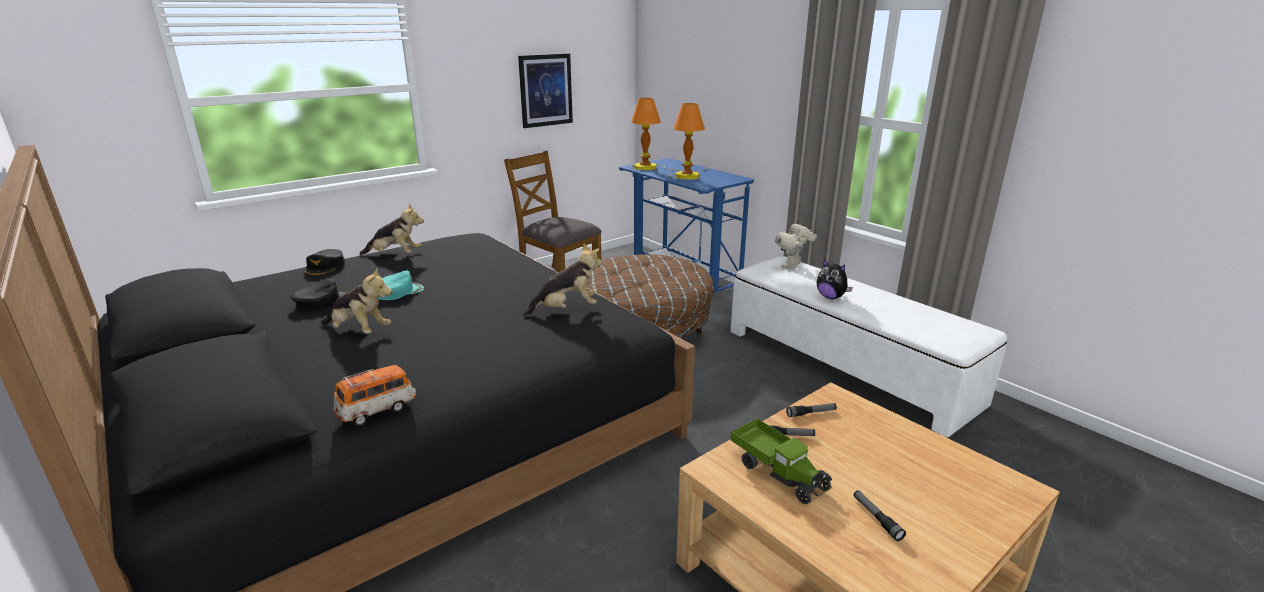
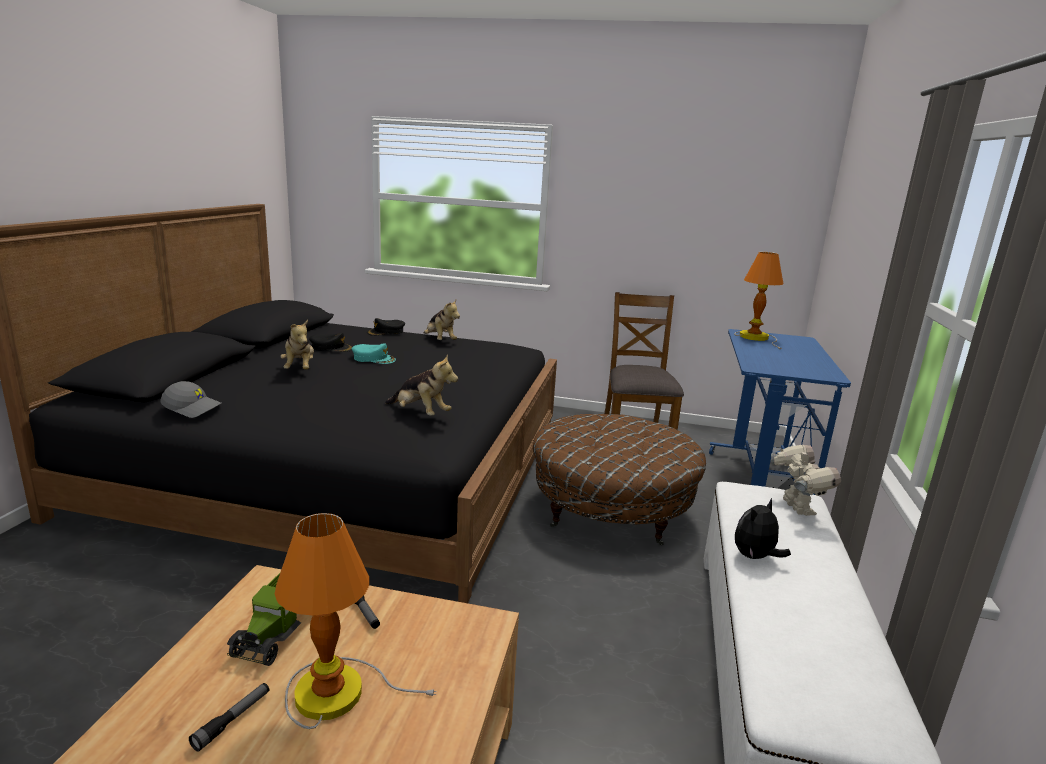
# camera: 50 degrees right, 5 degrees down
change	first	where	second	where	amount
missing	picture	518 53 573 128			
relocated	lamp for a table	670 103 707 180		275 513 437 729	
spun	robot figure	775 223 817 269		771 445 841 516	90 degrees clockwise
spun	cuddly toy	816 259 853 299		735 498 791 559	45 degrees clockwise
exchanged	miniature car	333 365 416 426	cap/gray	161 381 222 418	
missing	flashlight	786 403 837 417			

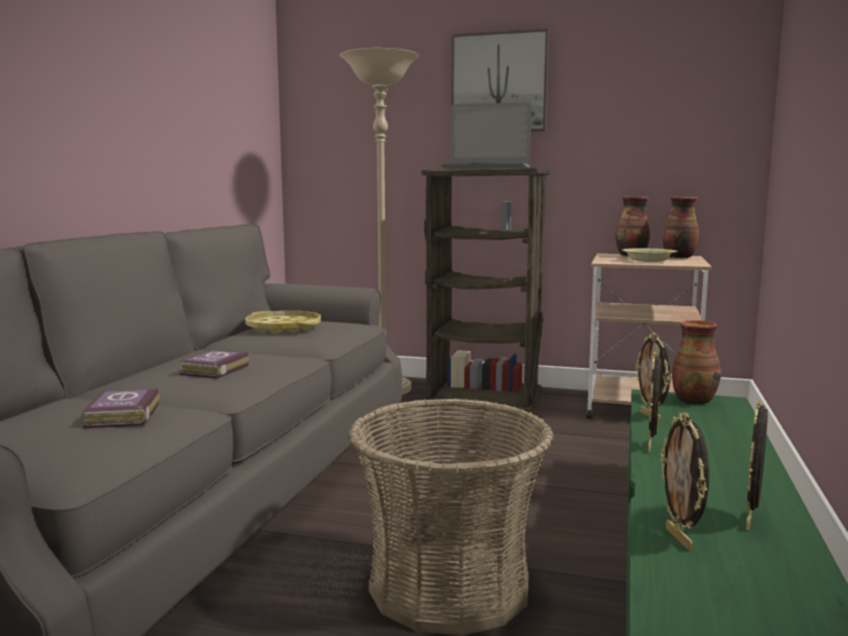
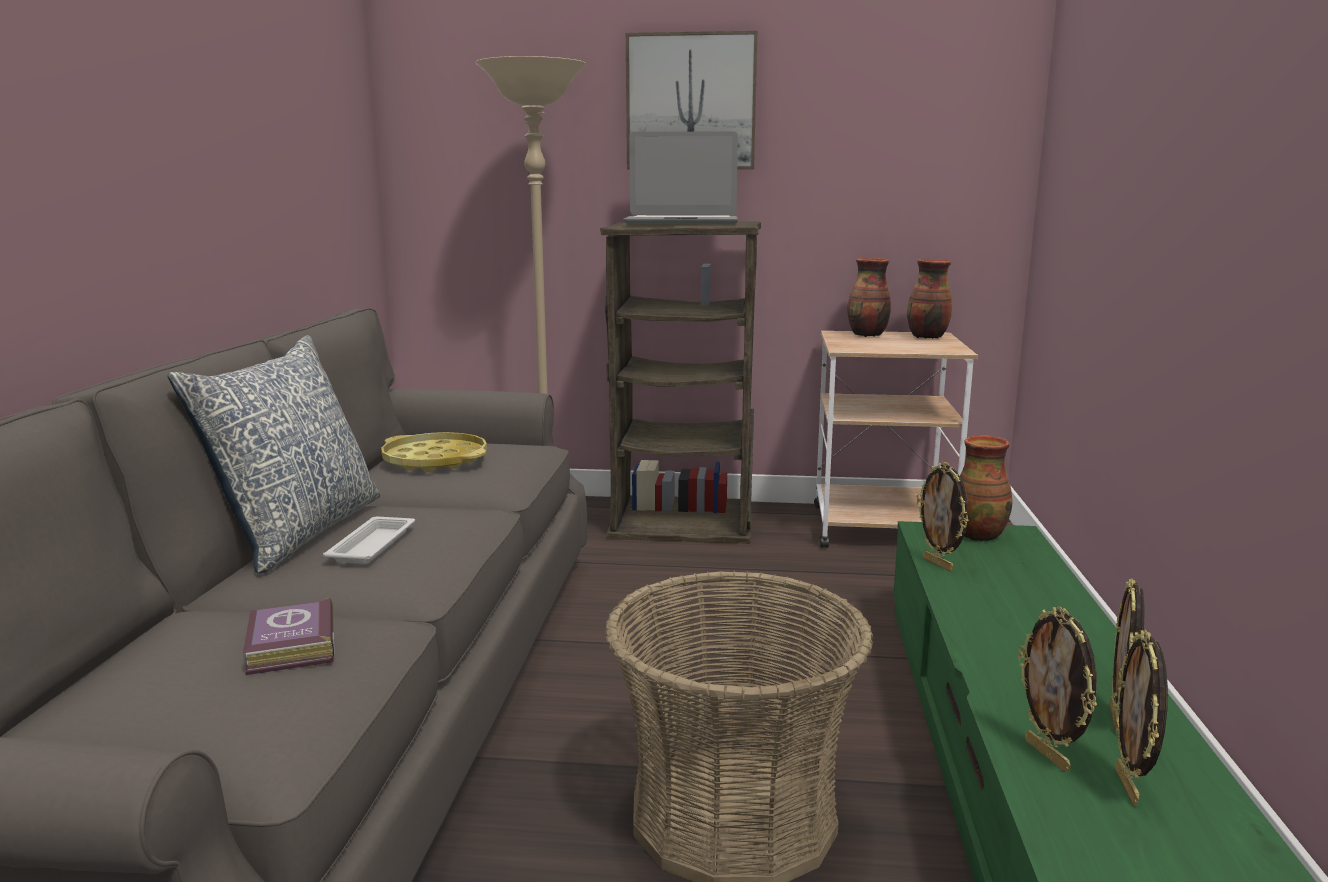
# camera: 10 degrees left, 5 degrees up
change	first	where	second	where	amount
missing	serving bowl/yellowish	621 248 677 262			
exchanged	bound book	180 350 249 379	serving tray/whitish	323 517 415 564	
relocated	picture frame	648 352 661 453		1115 630 1168 805	
appeared			throw pillow	167 335 380 574	

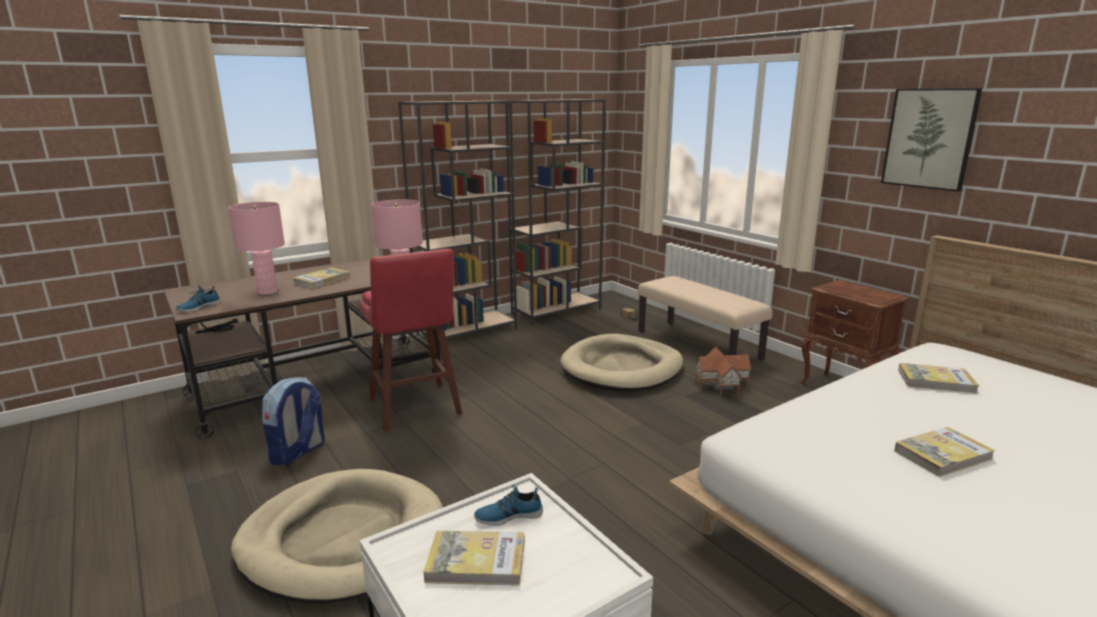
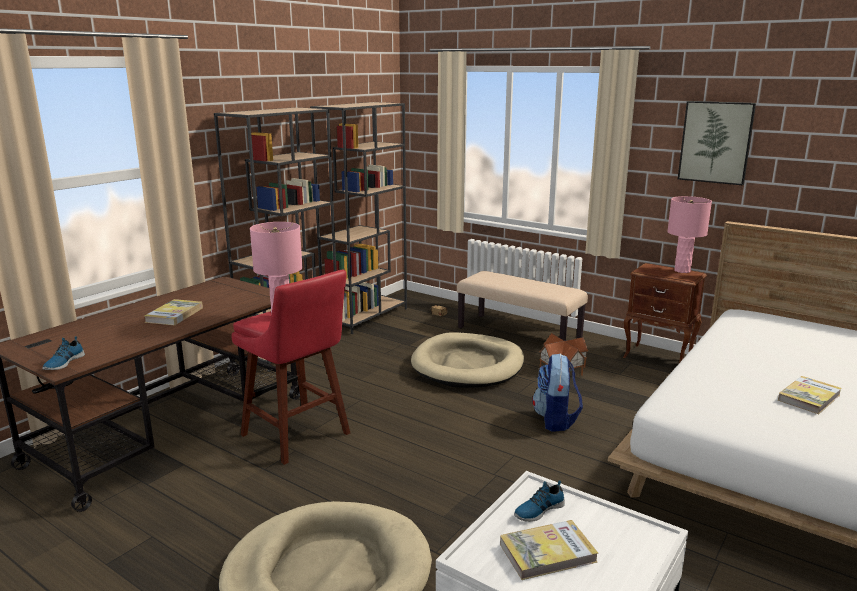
# camera: 20 degrees left, 0 degrees up
change	first	where	second	where	amount
relocated	lamp for a table/pinkish	228 202 285 295		667 196 712 273	
missing	bound book	898 363 979 394			
relocated	knapsack	262 377 325 466		532 354 583 432	

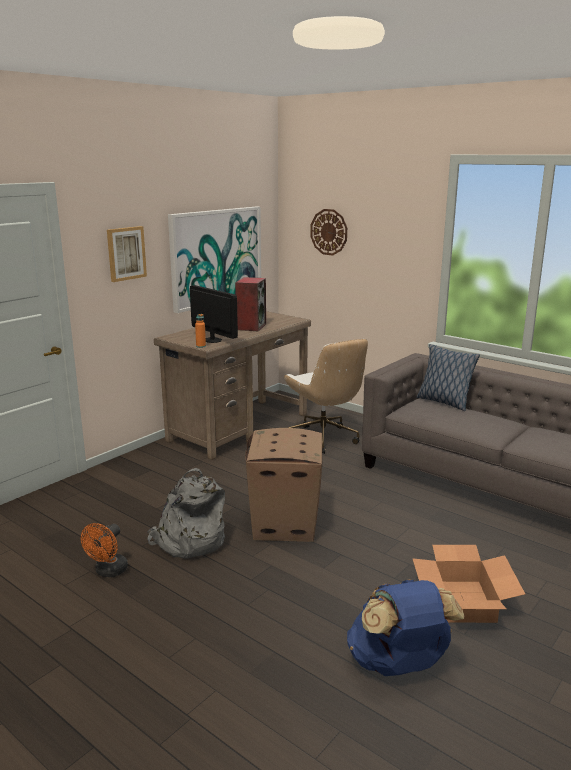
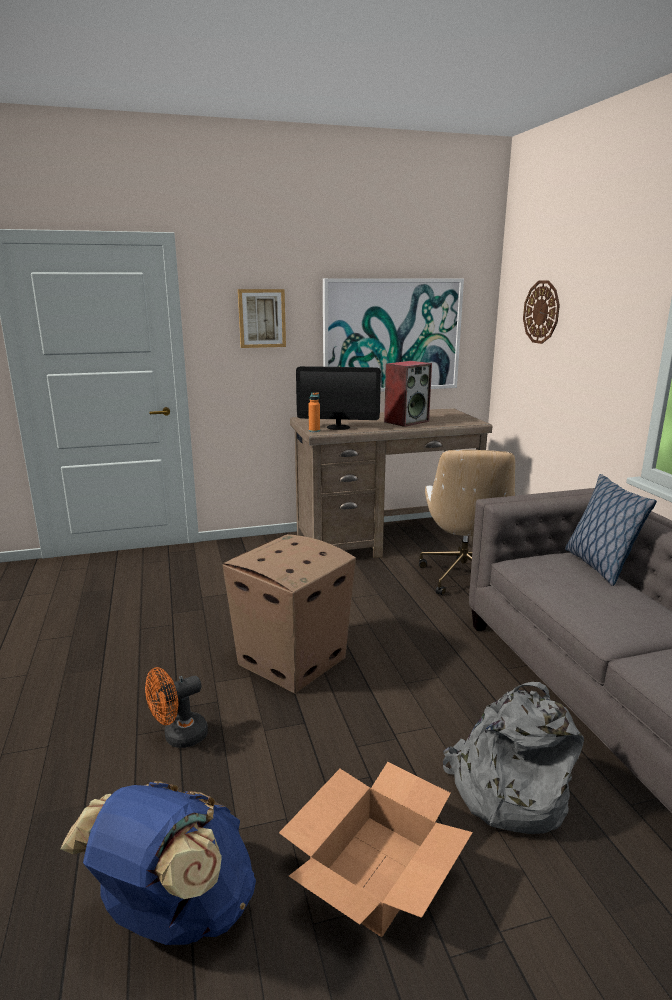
# camera: 35 degrees right, 0 degrees up
change	first	where	second	where	amount
spun	computer display	190 285 238 343		296 366 381 430	105 degrees clockwise
relocated	knapsack/gray	147 468 225 559		443 682 584 834	
relocated	fan/orange-coloured	81 523 128 577		145 667 208 748	

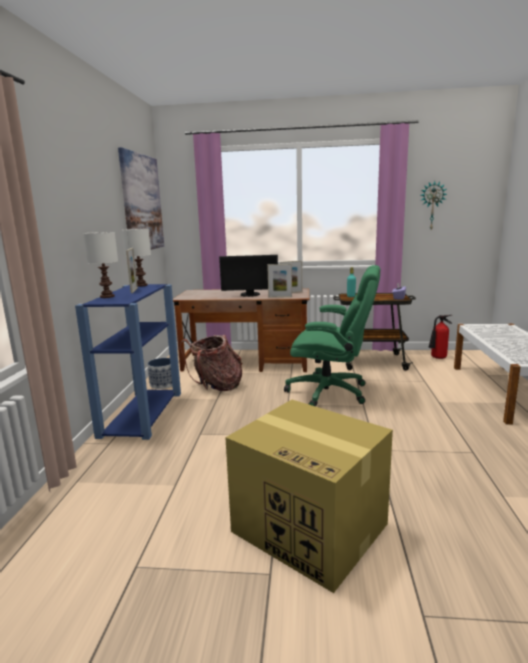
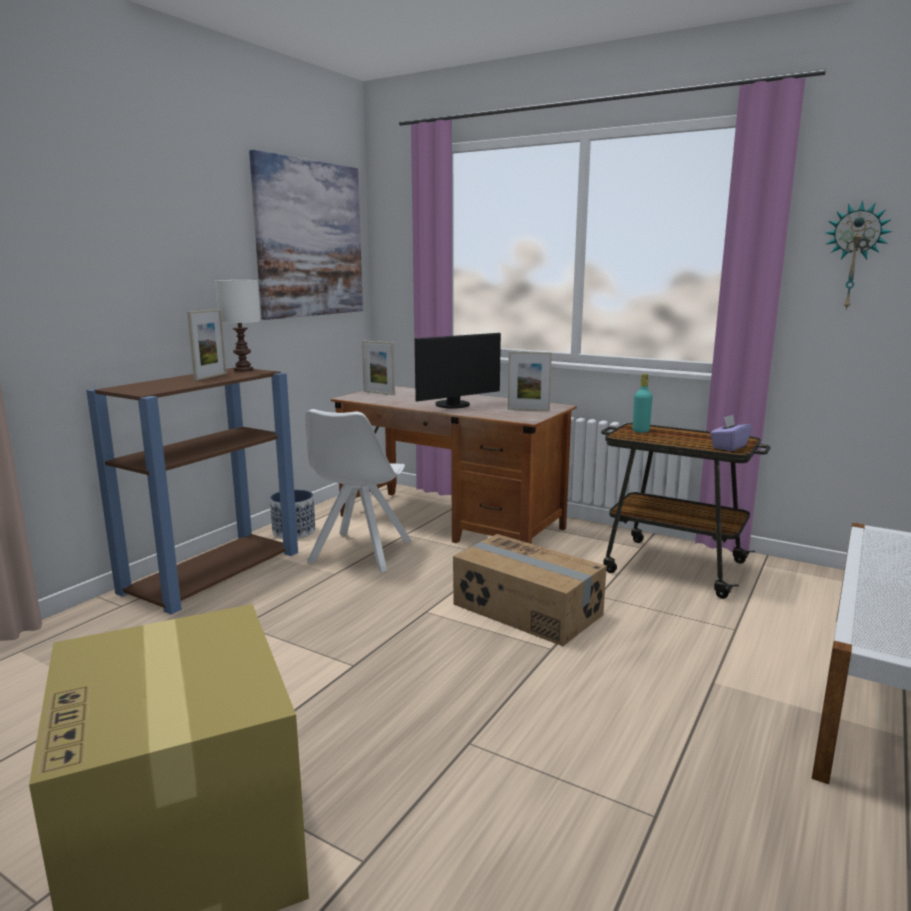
# camera: 25 degrees right, 0 degrees up
change	first	where	second	where	amount
missing	lamp for a table/whitish	83 232 118 298			
spun	computer display	219 255 278 297		415 333 501 408	60 degrees counterclockwise
relocated	picture frame	267 264 292 298		362 340 395 395	
exchanged	office chair/green-coloured	284 265 380 407	packing box	453 534 607 646	
colour	bookcase/bluish	75 284 181 440	bookcase/brown-coloured	86 367 298 615	
missing	fire extinguisher	429 315 453 359			
exchanged	knapsack	180 335 242 391	chair/whitish	305 409 412 572	

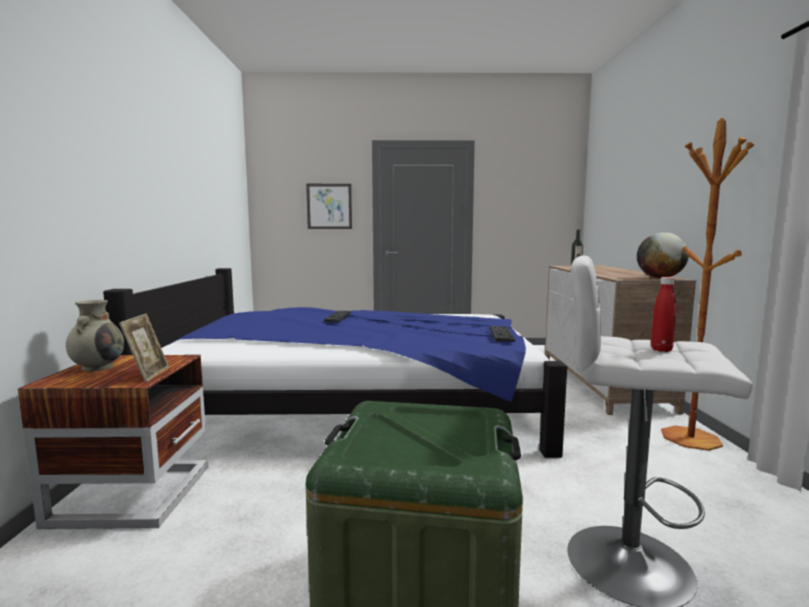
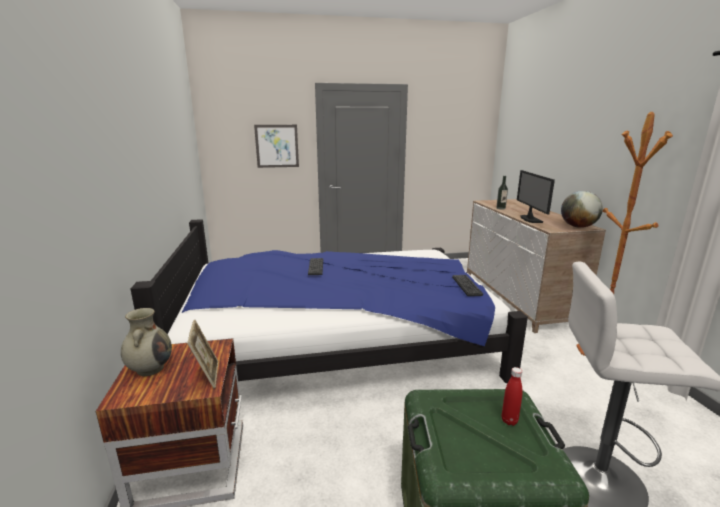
# camera: 10 degrees left, 10 degrees up
change	first	where	second	where	amount
relocated	beverage bottle/red	651 277 676 352		502 367 522 426	
appeared			computer display	517 170 555 223	

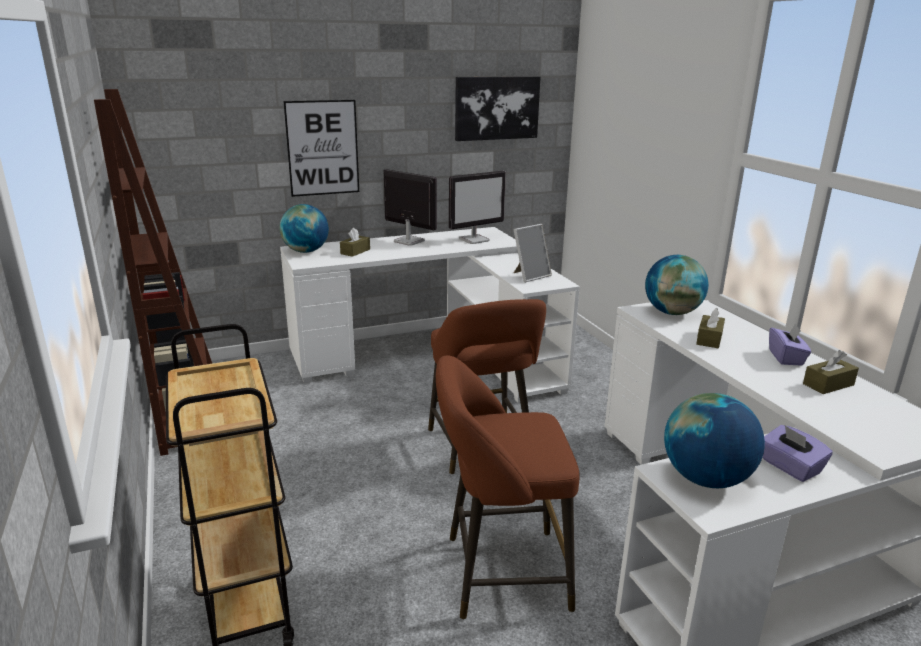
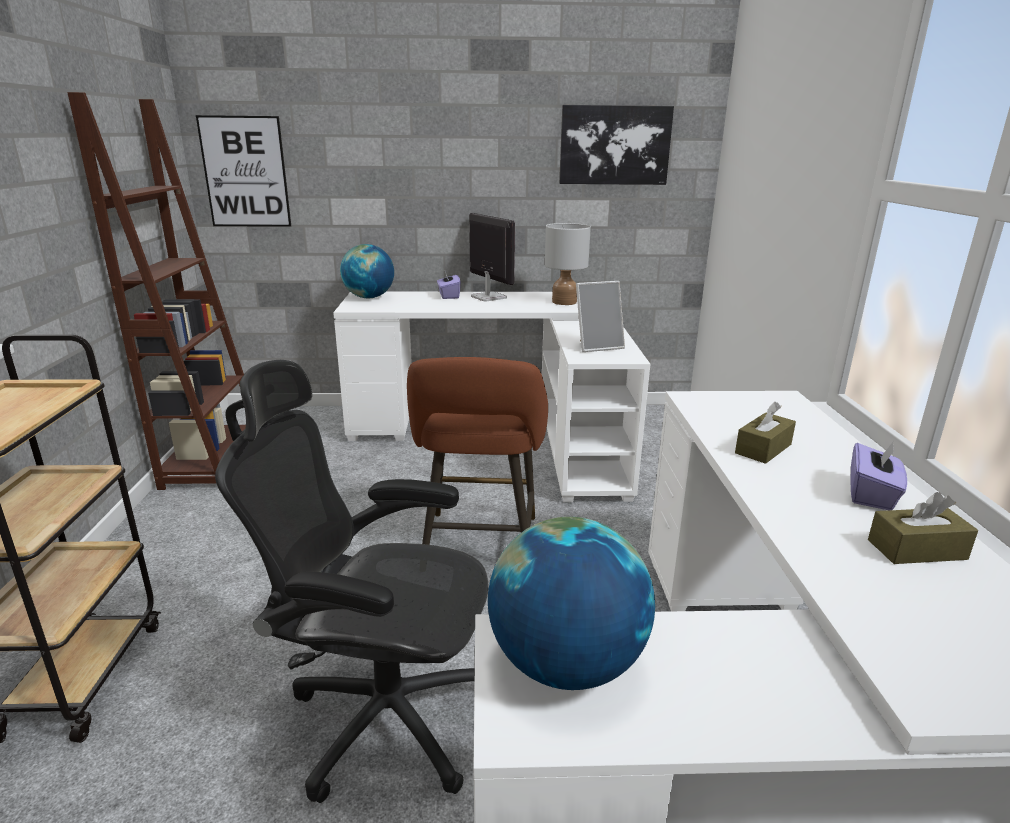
# camera: 20 degrees right, 0 degrees up
change	first	where	second	where	amount
relocated	picture	283 100 359 197		196 115 291 227	
exchanged	computer display	449 171 506 244	lamp for a table/gray	545 223 591 305	
missing	tissue box/brown-coloured	340 227 370 257			
missing	globe	645 255 708 315			
exchanged	stool/brown-coloured	436 355 580 619	office chair	215 360 488 803	
relocated	tissue box/purple	763 425 833 482		437 272 461 299	

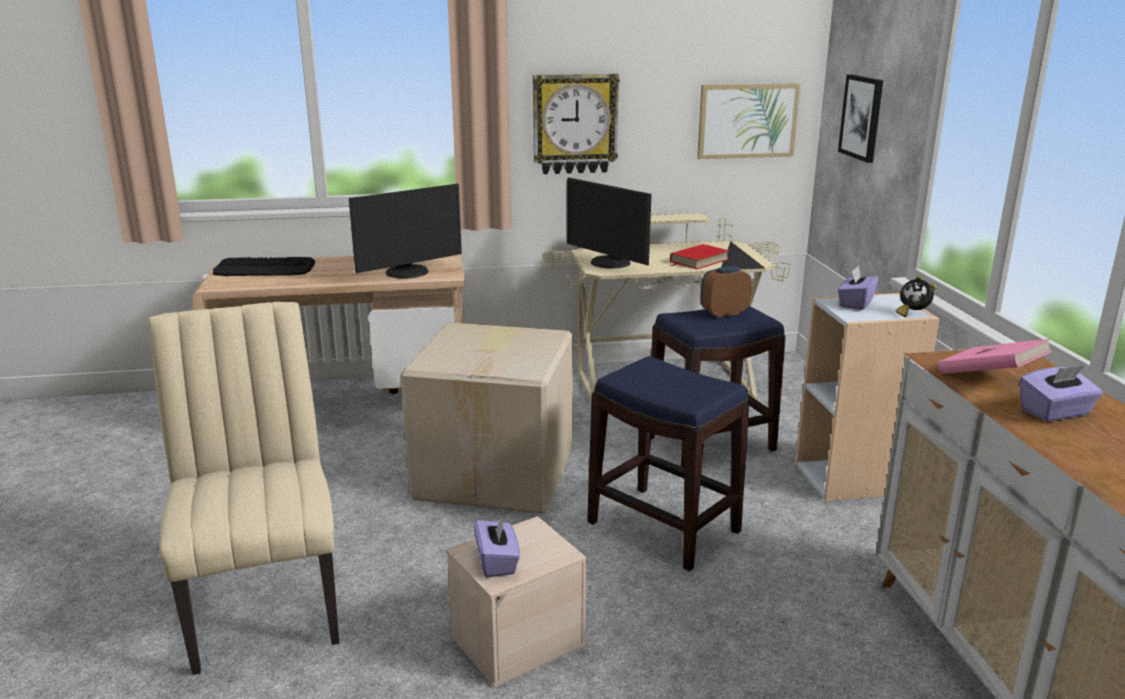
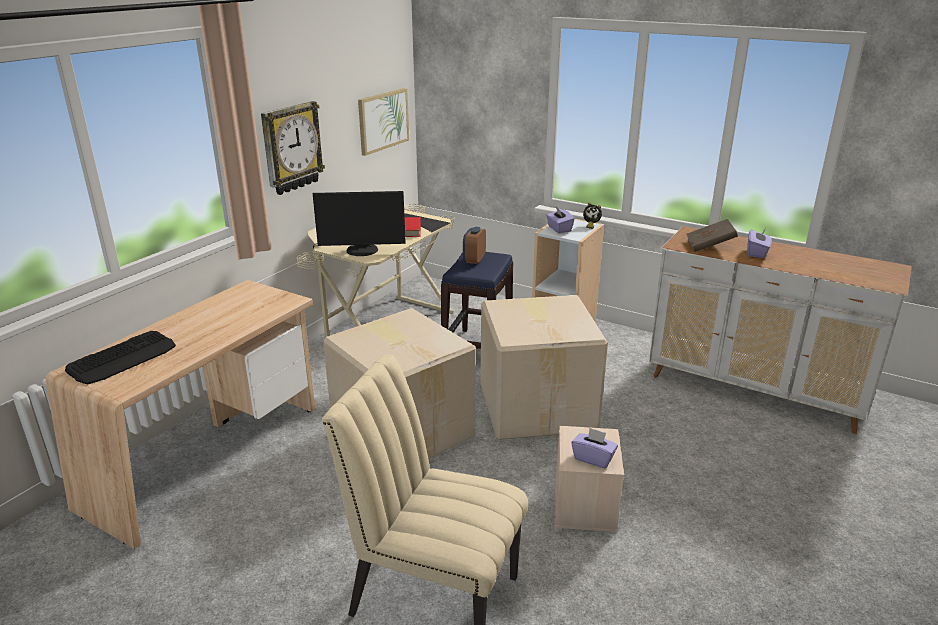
# camera: 50 degrees left, 5 degrees up
change	first	where	second	where	amount
missing	picture	838 74 883 163			
missing	computer display	349 184 462 279			
colour	bound book/pinkish	938 339 1052 374	bound book/brown-coloured	686 219 738 252	
exchanged	stool	587 356 750 571	packing box	481 295 608 440	

